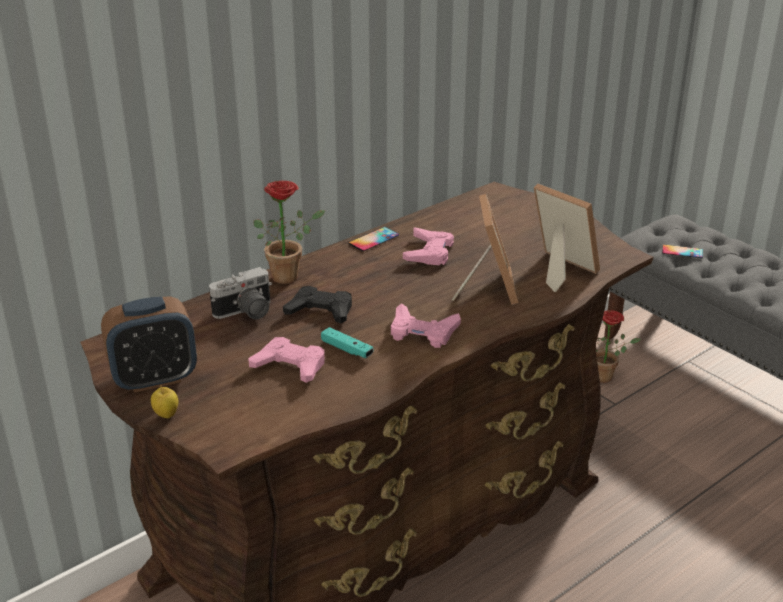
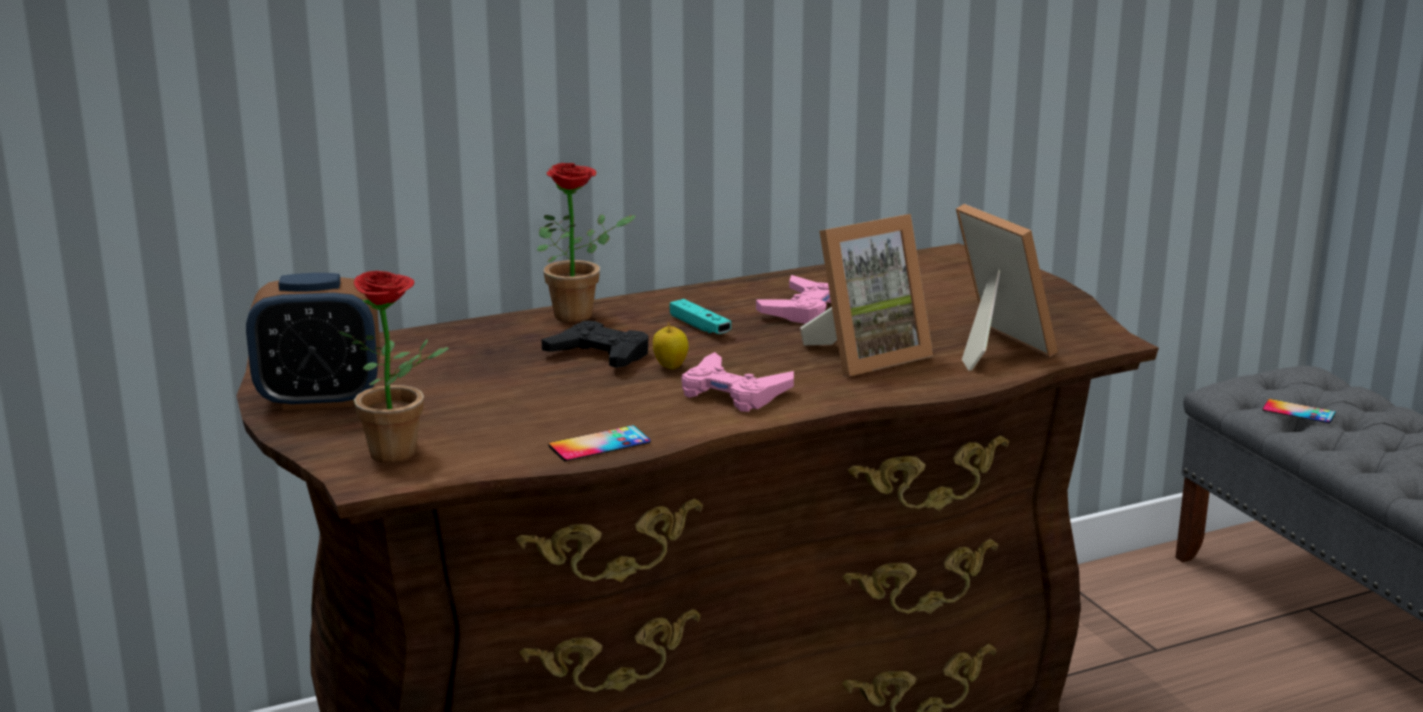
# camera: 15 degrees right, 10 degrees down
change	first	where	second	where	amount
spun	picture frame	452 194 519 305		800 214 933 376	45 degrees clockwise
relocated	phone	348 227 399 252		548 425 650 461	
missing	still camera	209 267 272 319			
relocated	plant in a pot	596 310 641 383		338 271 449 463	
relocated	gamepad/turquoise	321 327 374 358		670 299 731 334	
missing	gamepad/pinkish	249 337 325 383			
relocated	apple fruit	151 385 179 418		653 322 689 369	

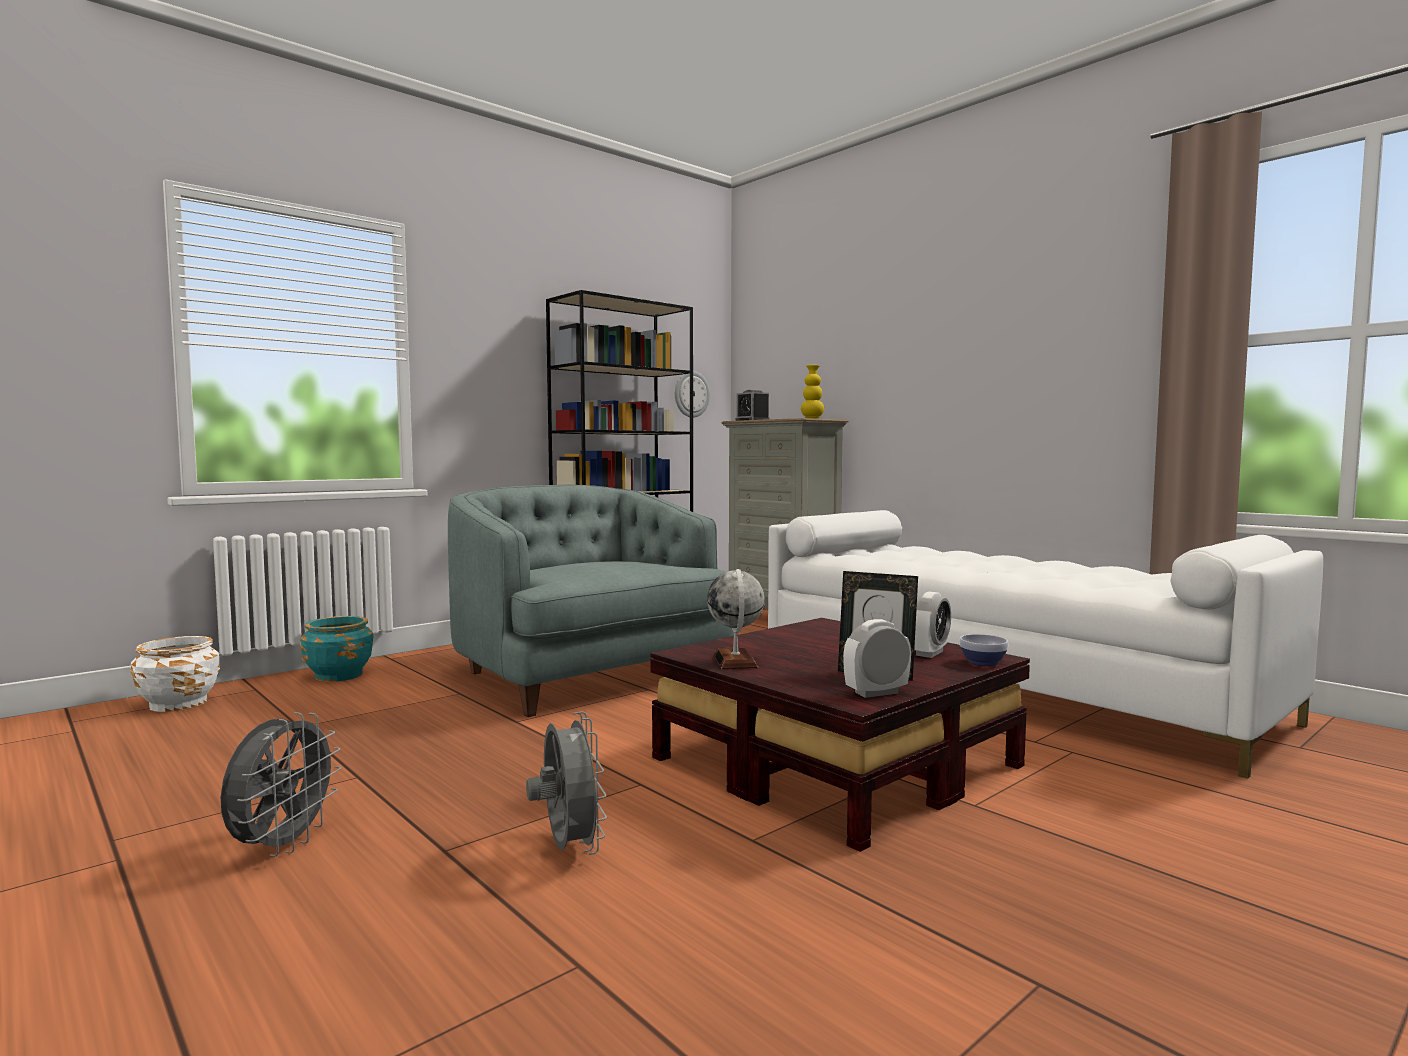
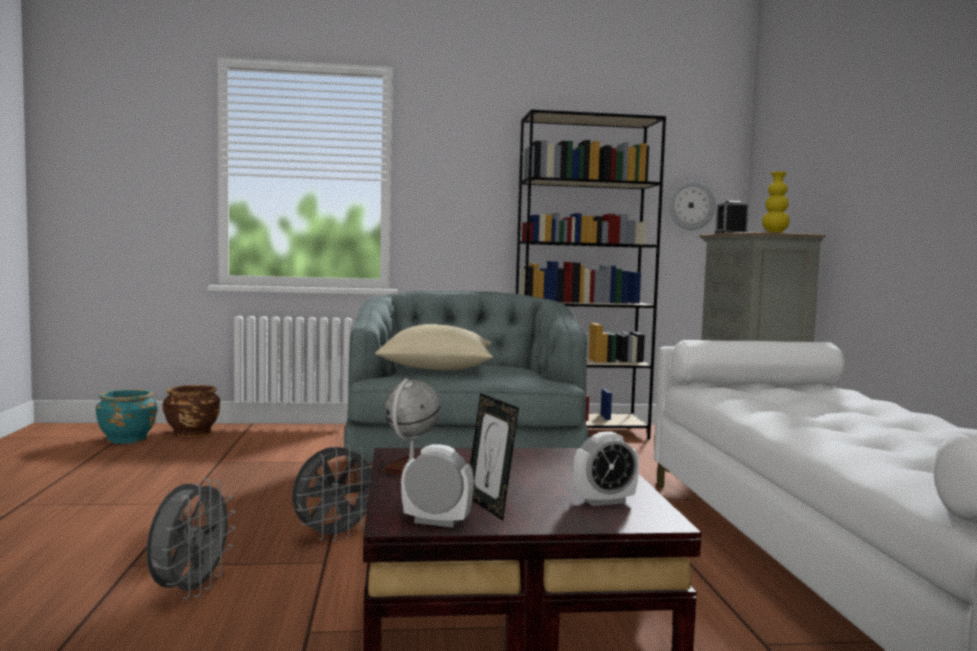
# camera: 35 degrees right, 0 degrees up
change	first	where	second	where	amount
relocated	flower pot/turquoise	299 616 374 682		96 389 158 444	
missing	serving bowl	959 634 1008 666			
colour	flower pot/whitish	130 636 220 712	flower pot/brown-coloured	162 385 220 437	
relocated	fan/gray	221 712 341 857		292 444 372 542	
appeared			throw pillow/beige	375 324 493 370	

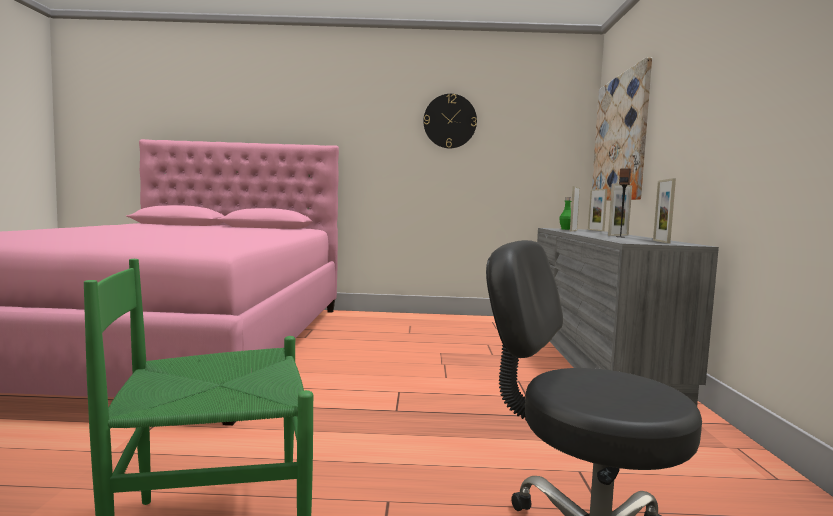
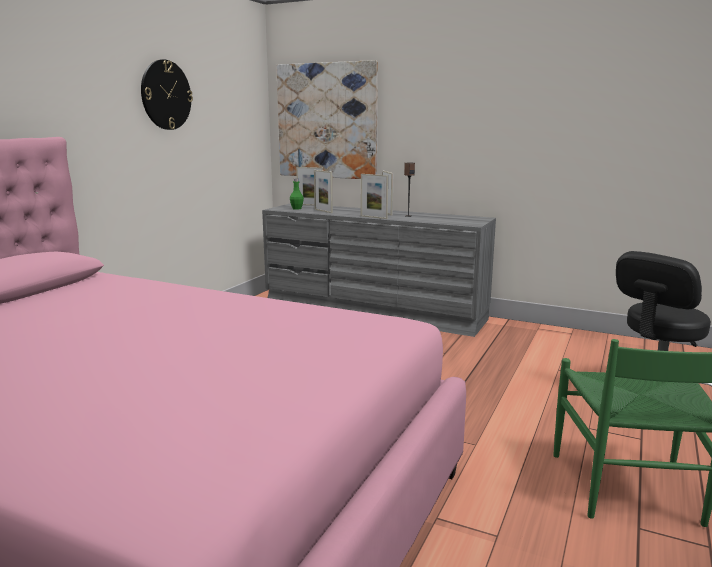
# camera: 65 degrees left, 10 degrees up
change	first	where	second	where	amount
relocated	picture frame	653 178 676 243		361 174 388 219	

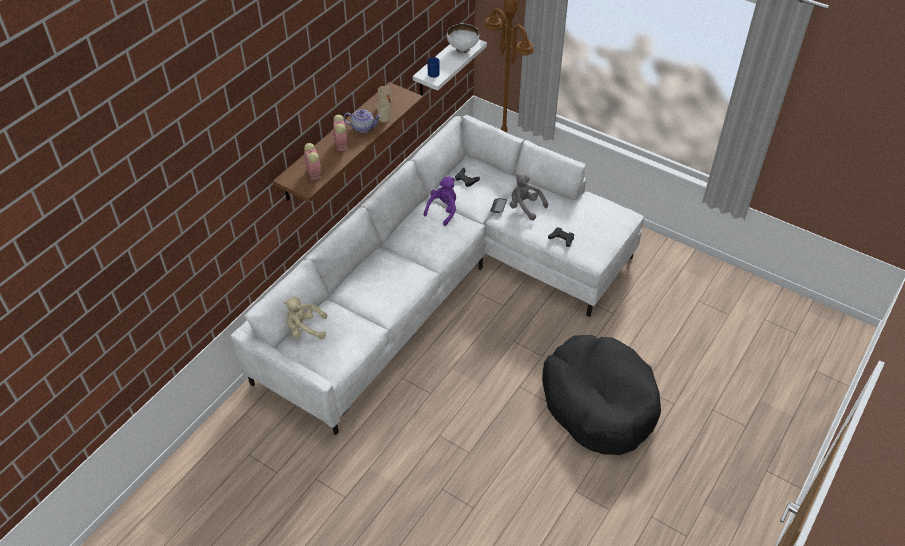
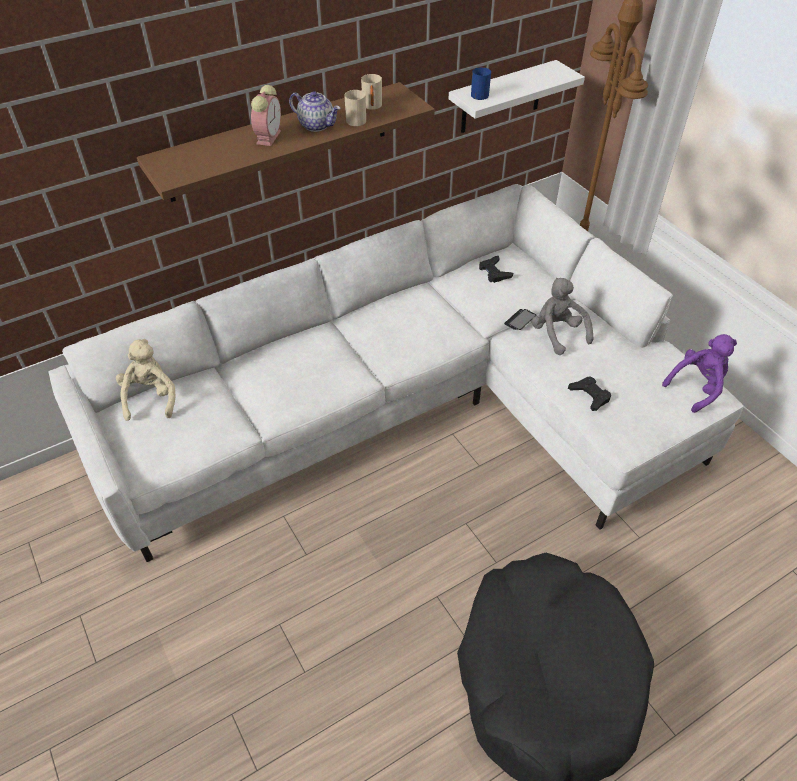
# camera: 25 degrees right, 0 degrees up
change	first	where	second	where	amount
missing	serving bowl/whitish	447 24 479 53			
missing	bedside clock	303 143 321 180			
relocated	cuddly toy/purple	424 176 456 226		662 334 737 413	
spun	cuddly toy/beige	284 297 327 339		116 339 176 421	60 degrees clockwise

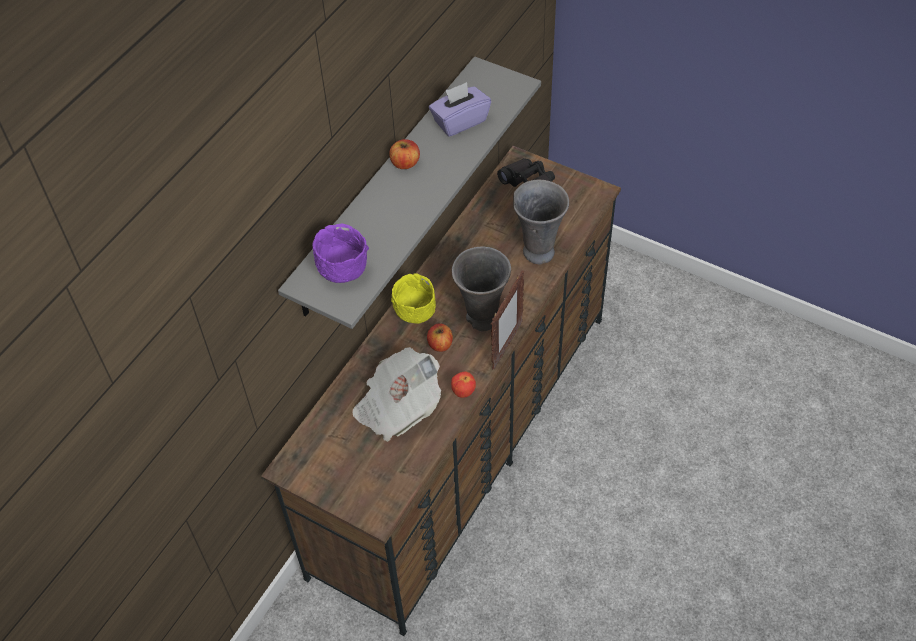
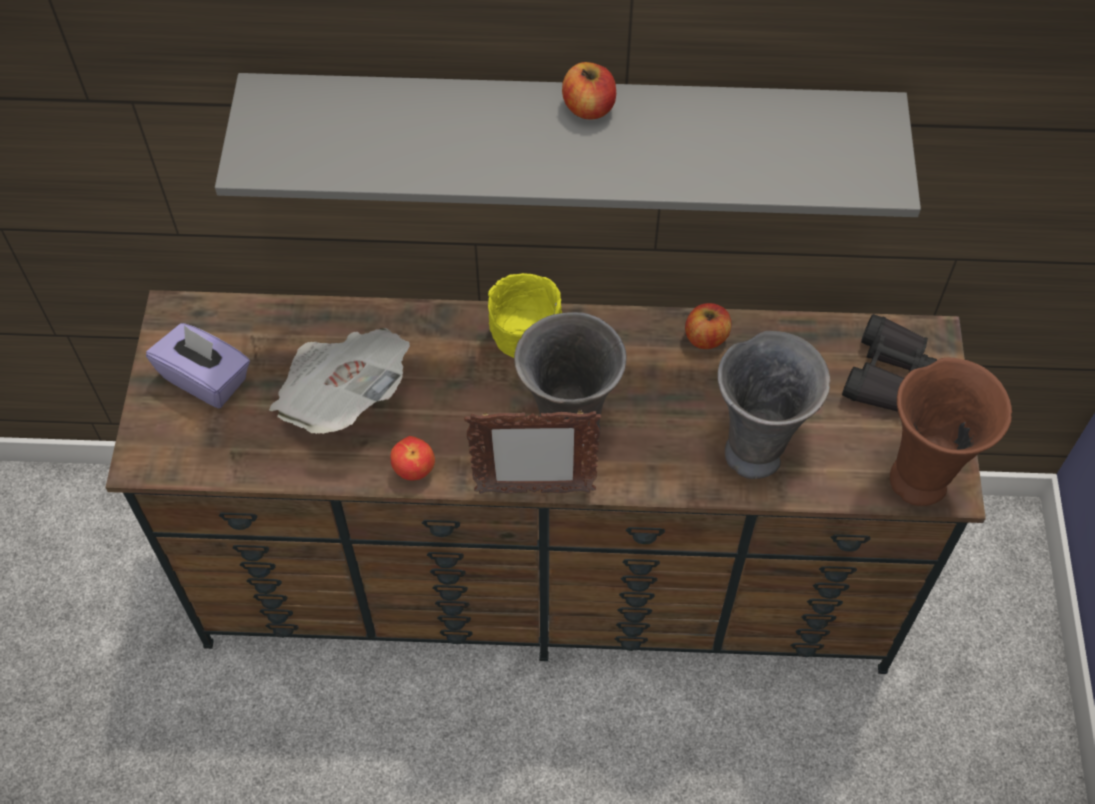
# camera: 60 degrees right, 5 degrees up
change	first	where	second	where	amount
relocated	tissue box/purple	429 82 491 137		146 323 250 409	
missing	serving bowl/purple	312 223 369 283			
relocated	apple fruit	427 323 453 352		685 303 732 349	
appeared			vase/brown-coloured	890 358 1012 506	

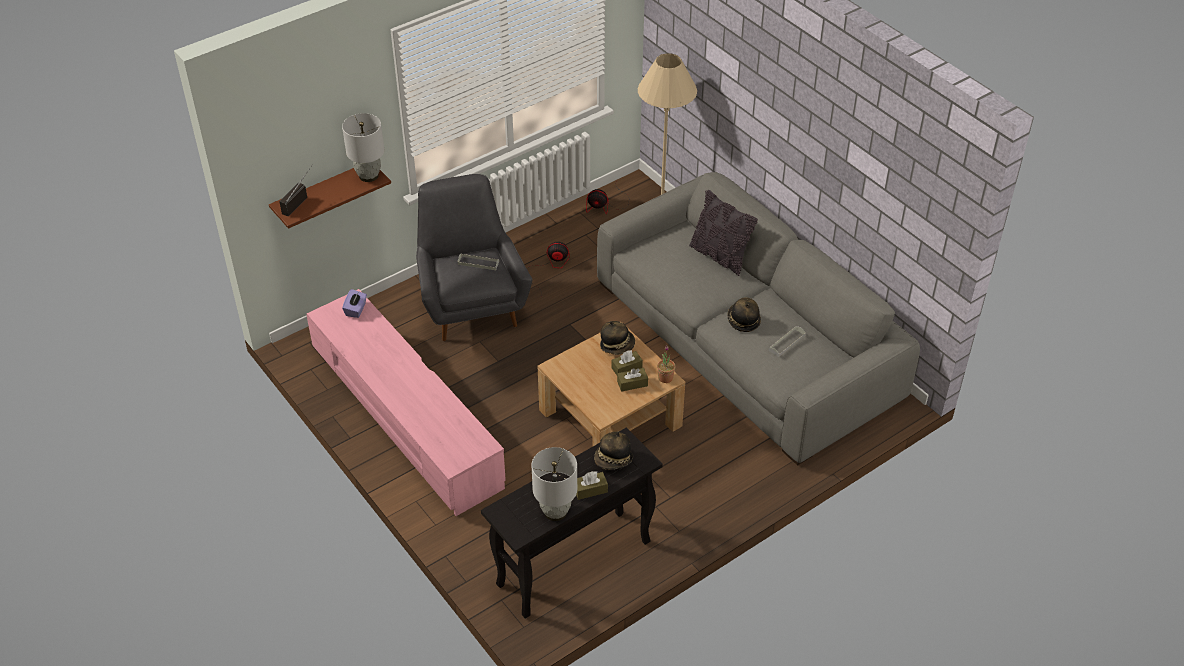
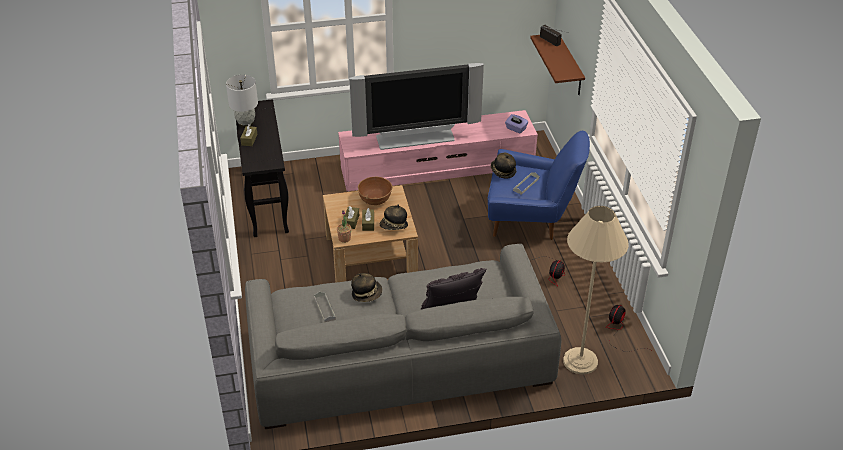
# camera: 115 degrees right, 5 degrees down
change	first	where	second	where	amount
missing	lamp for a table/whitish	342 113 384 182			
colour	easy chair/gray	416 174 532 341	easy chair/bluish	488 131 590 240	
relocated	wearable hat	594 431 633 470		491 153 516 179	
appeared			TV	349 63 484 150	
appeared			serving bowl/brown-coloured	358 177 392 205	

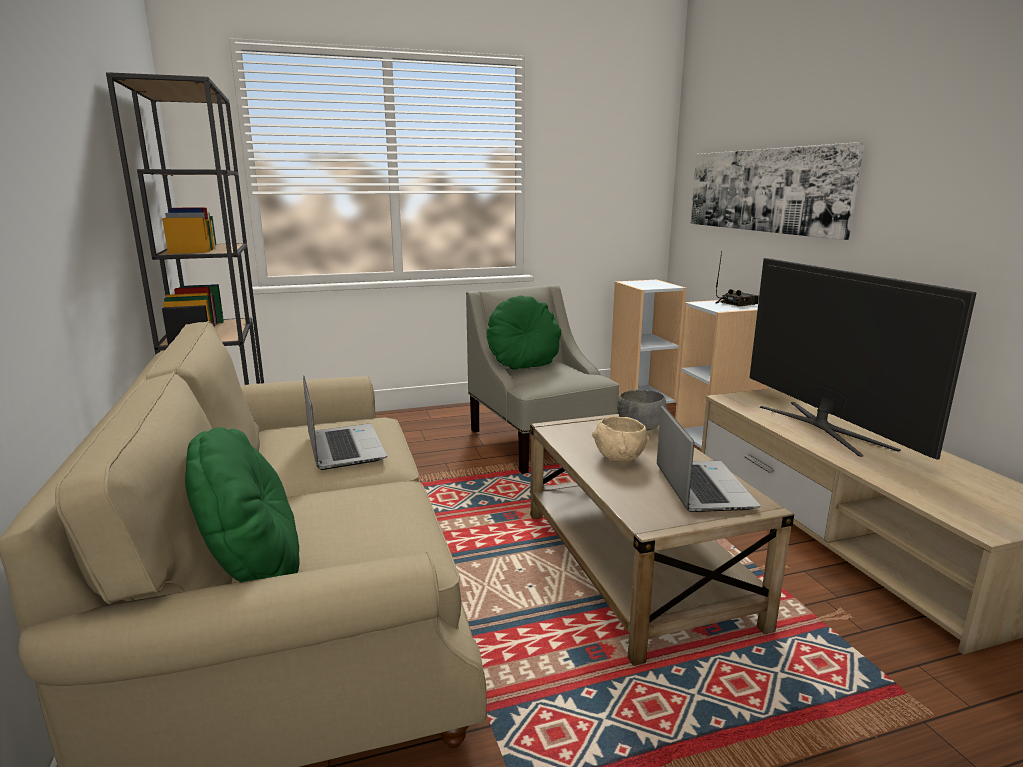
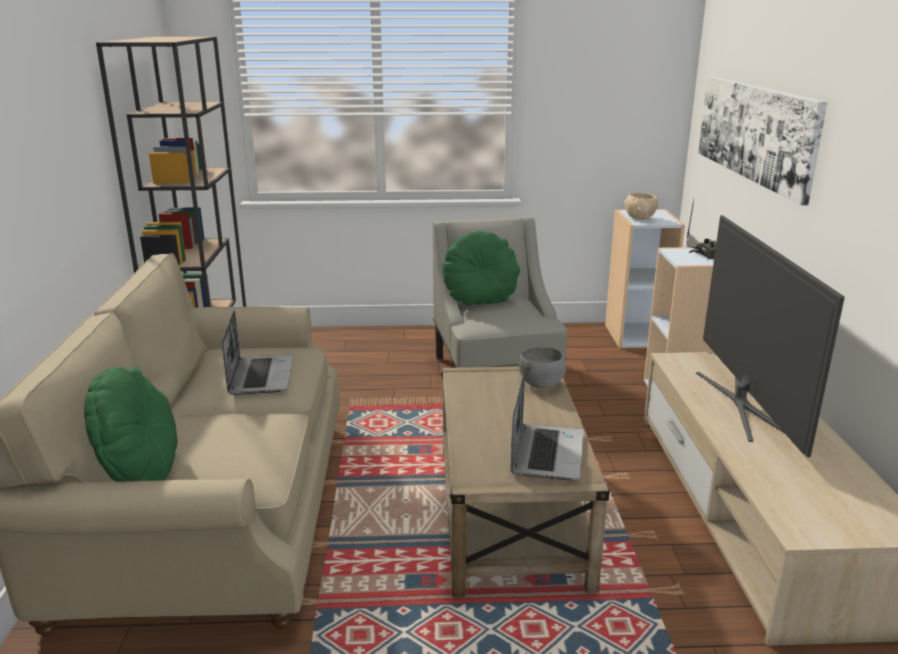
# camera: 15 degrees right, 5 degrees up
change	first	where	second	where	amount
relocated	serving bowl/beige	592 416 649 462		624 192 659 220	

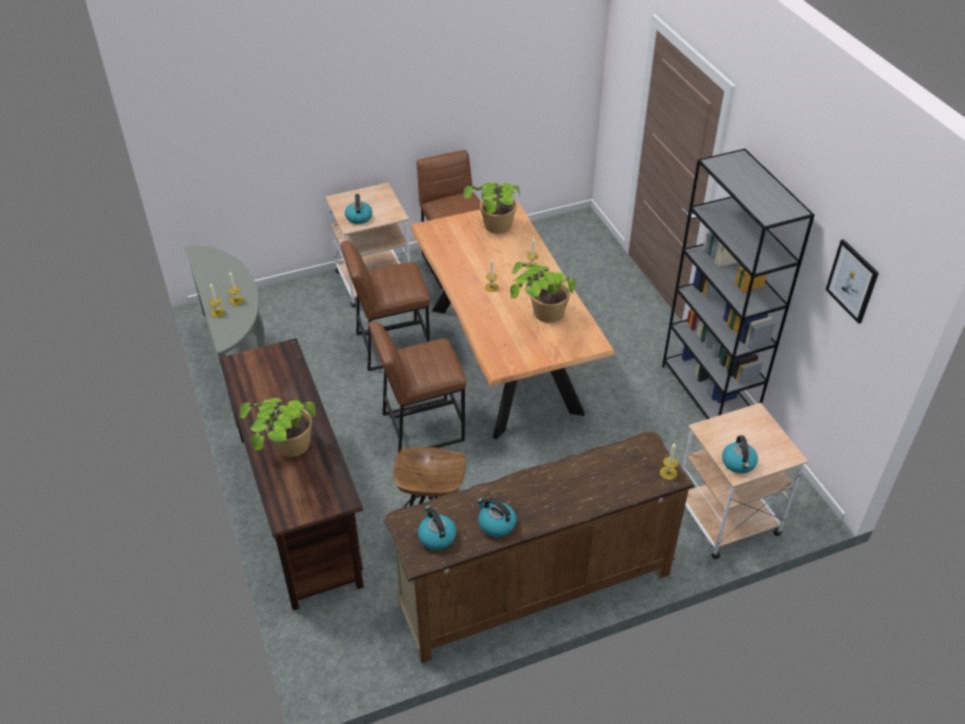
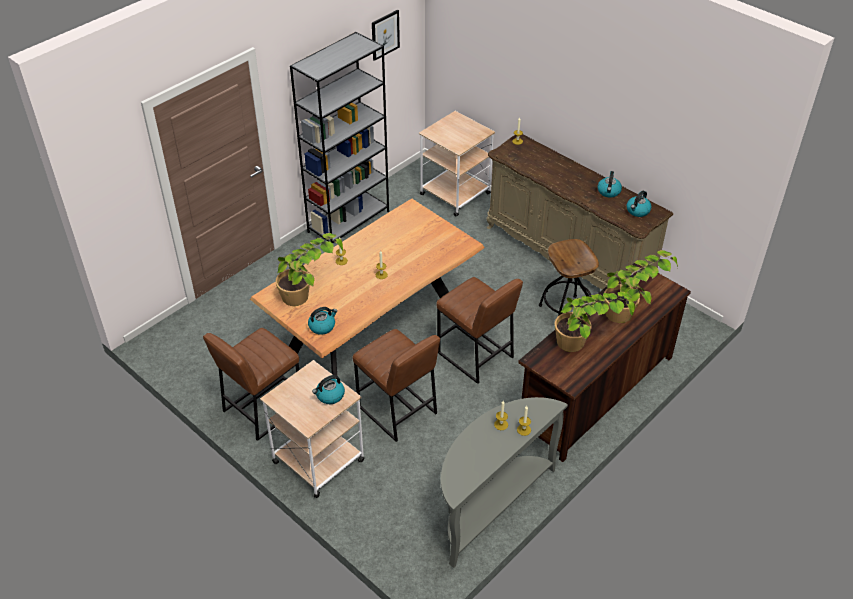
# camera: 115 degrees left, 0 degrees up
change	first	where	second	where	amount
relocated	plant in a pot	510 262 576 323		555 292 635 352	
relocated	water kettle	722 436 758 474		308 307 337 335	

